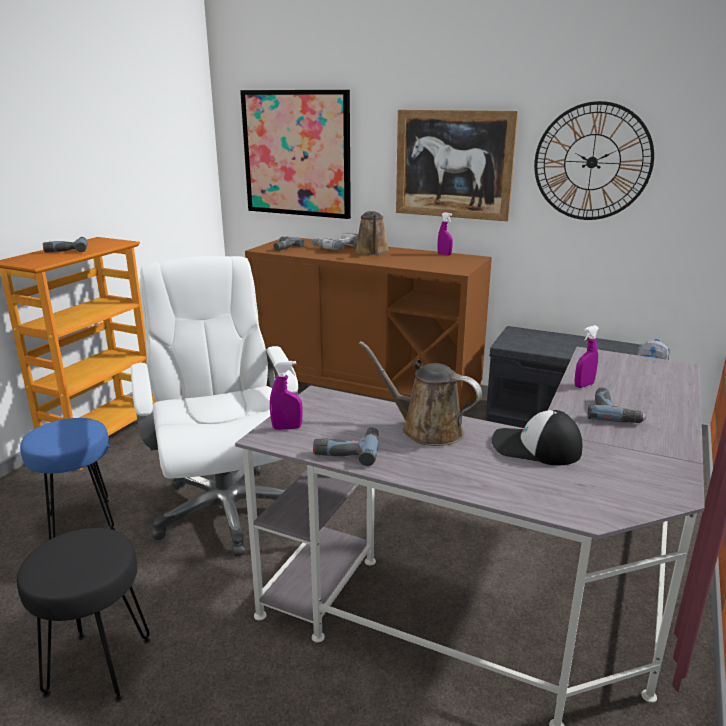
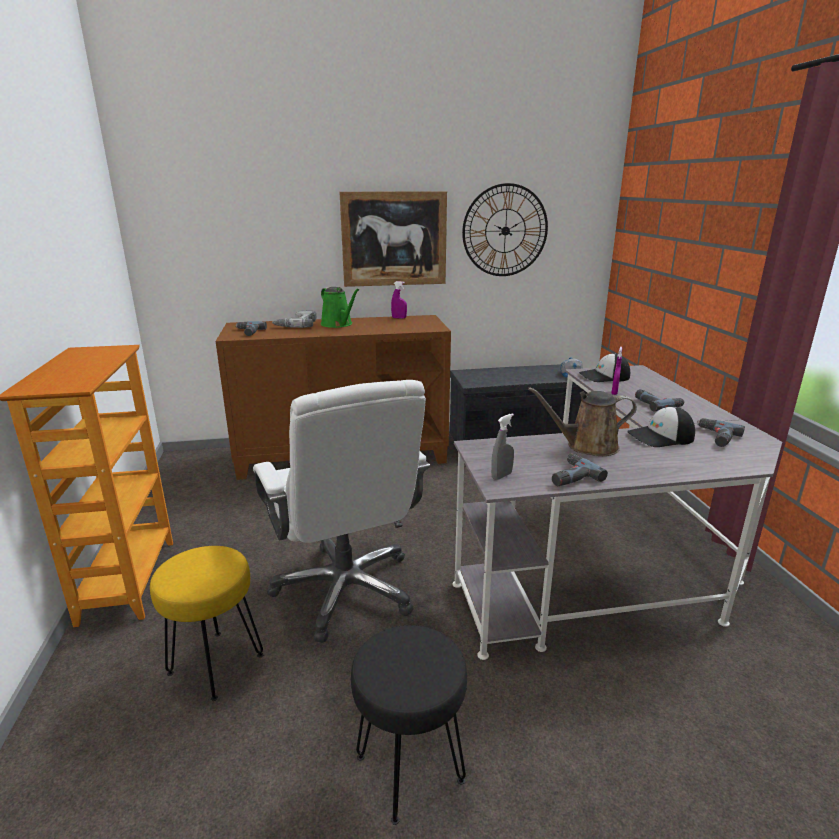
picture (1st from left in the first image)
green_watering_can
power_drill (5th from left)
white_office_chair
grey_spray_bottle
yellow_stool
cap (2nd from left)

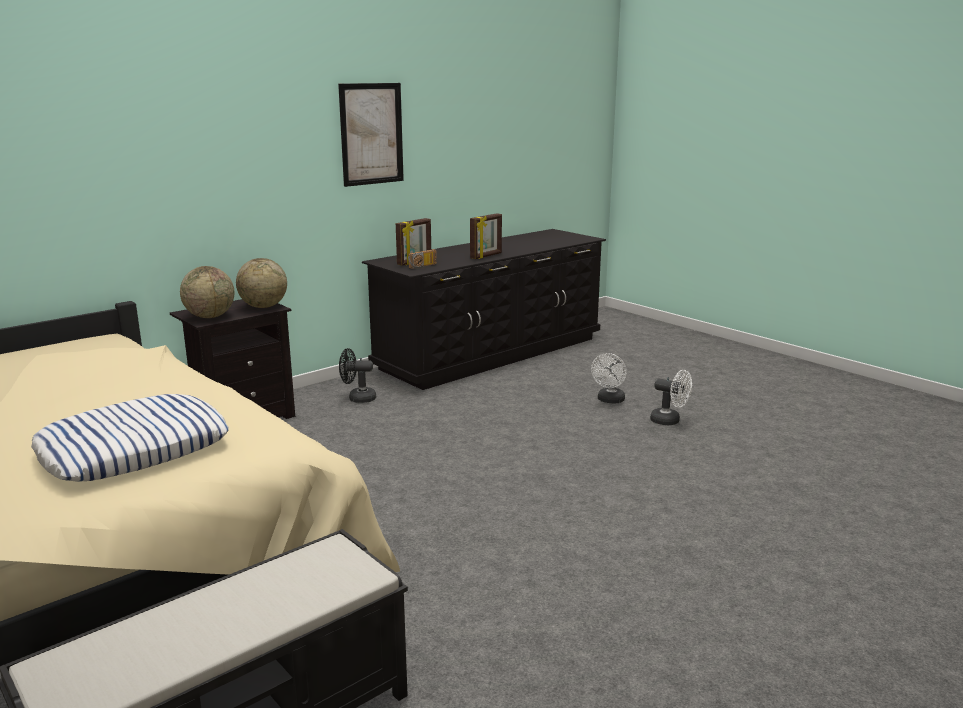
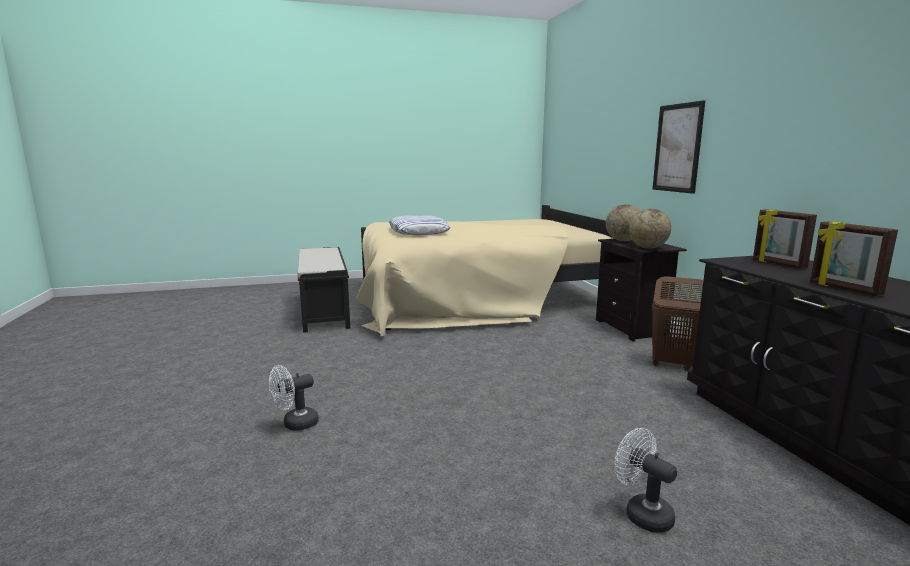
picture
radio
brown_laundry_basket
white_fan (1st from left)

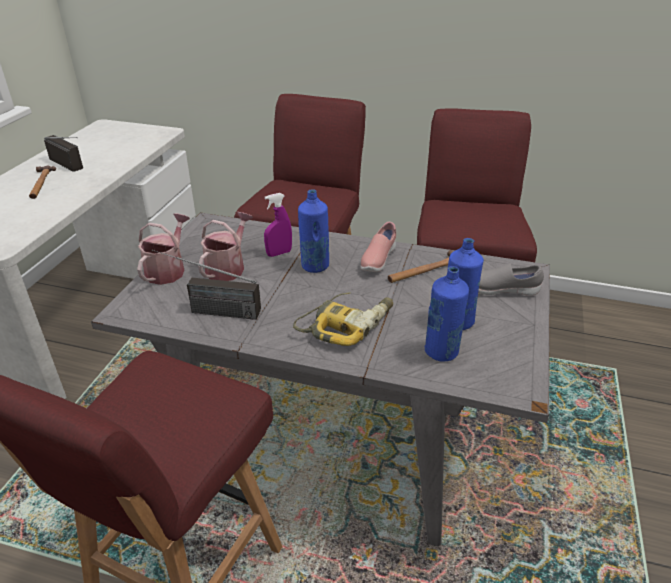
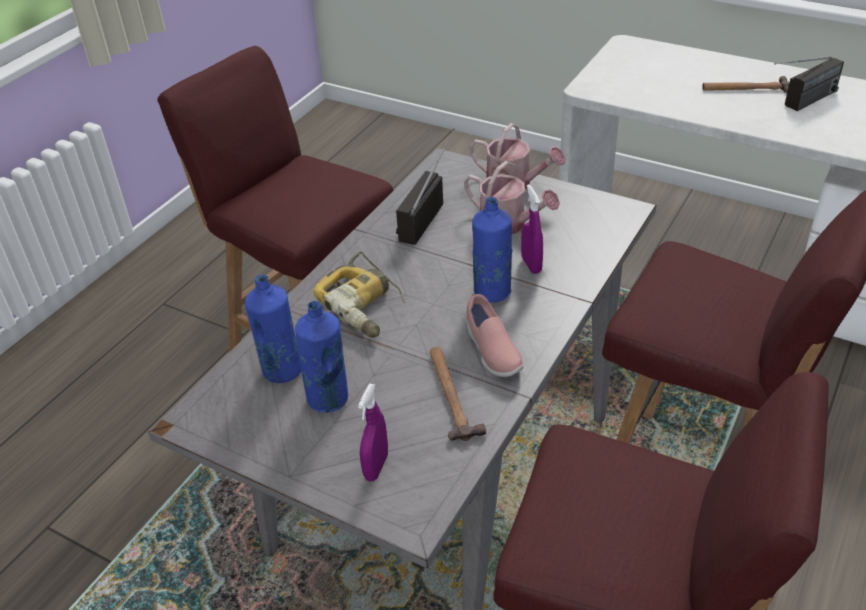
pink_shoe
purple_spray_bottle (1st from left)

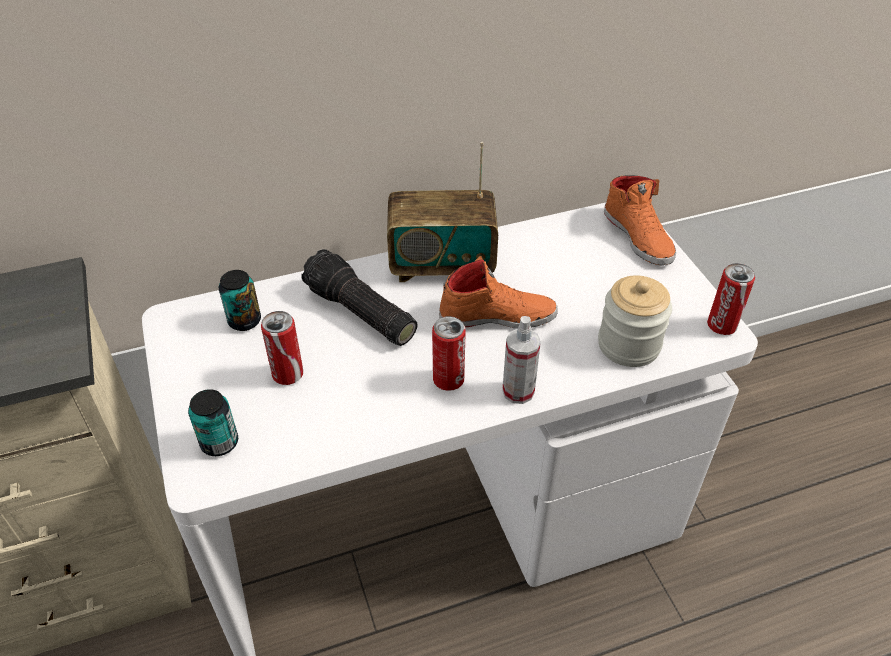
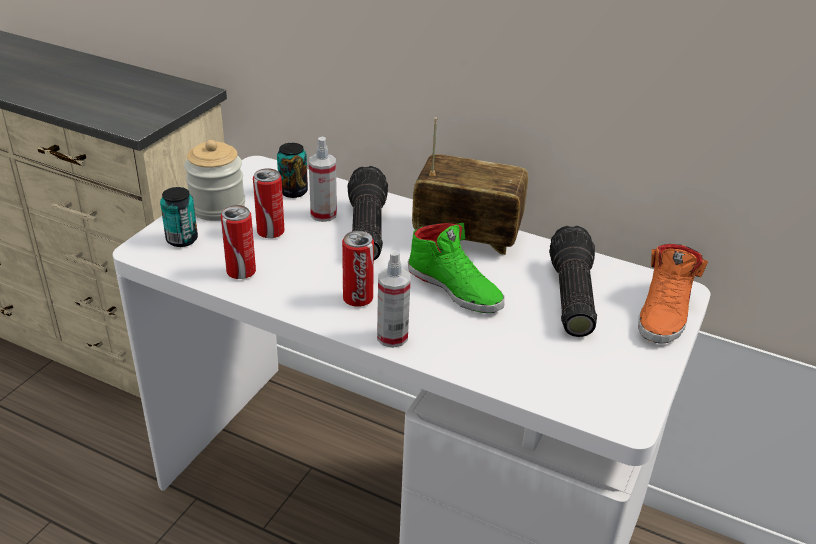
radio
green_shoe
can (2nd from left)
jar
spray_bottle (1st from left)
flashlight (2nd from left)

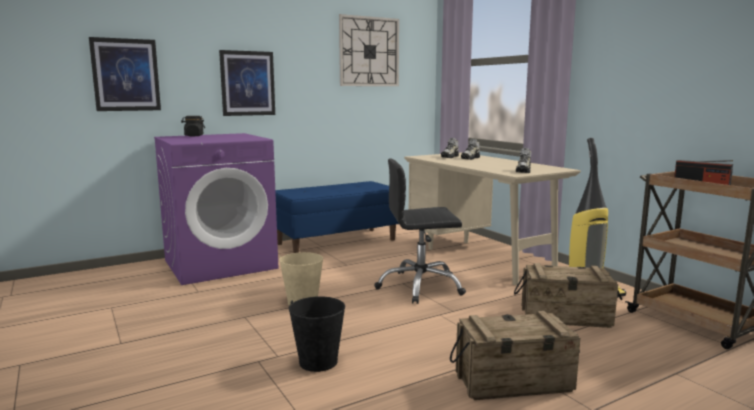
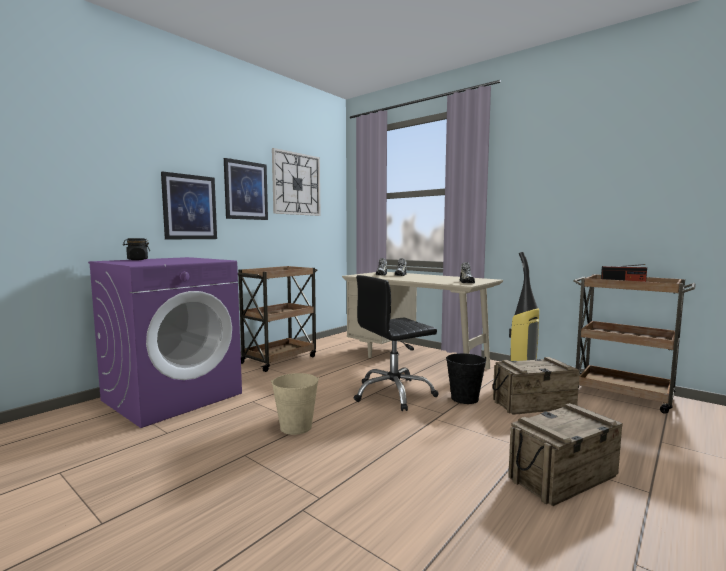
picture (2nd from left)
brown_cart (1st from left)
black_bucket

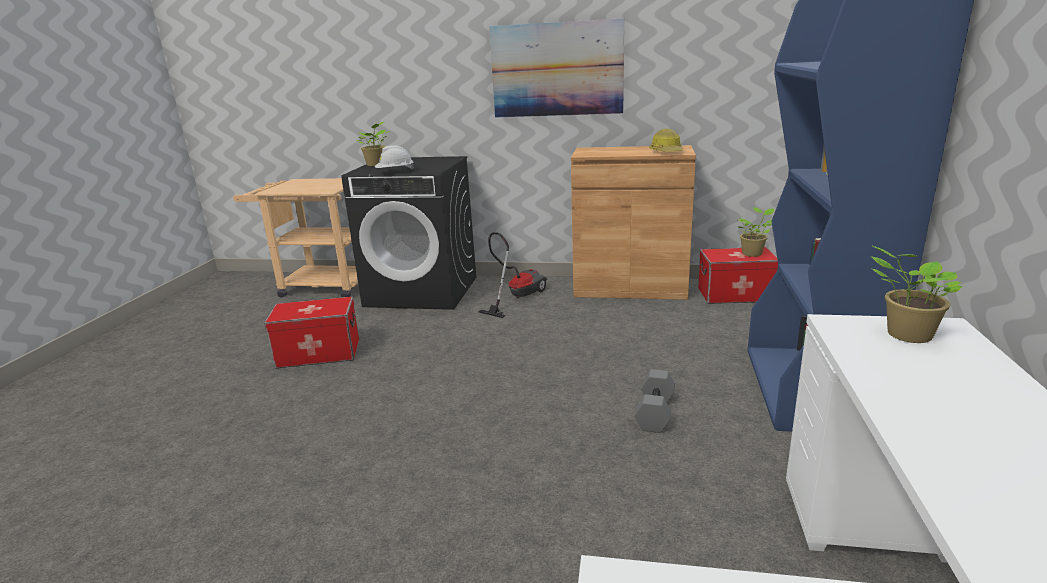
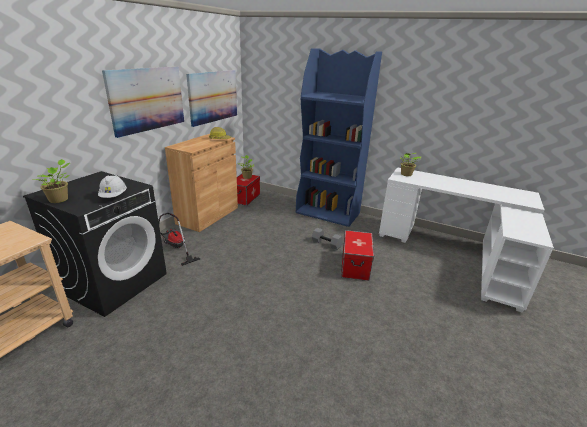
storage_box (2nd from left)
picture (2nd from left)

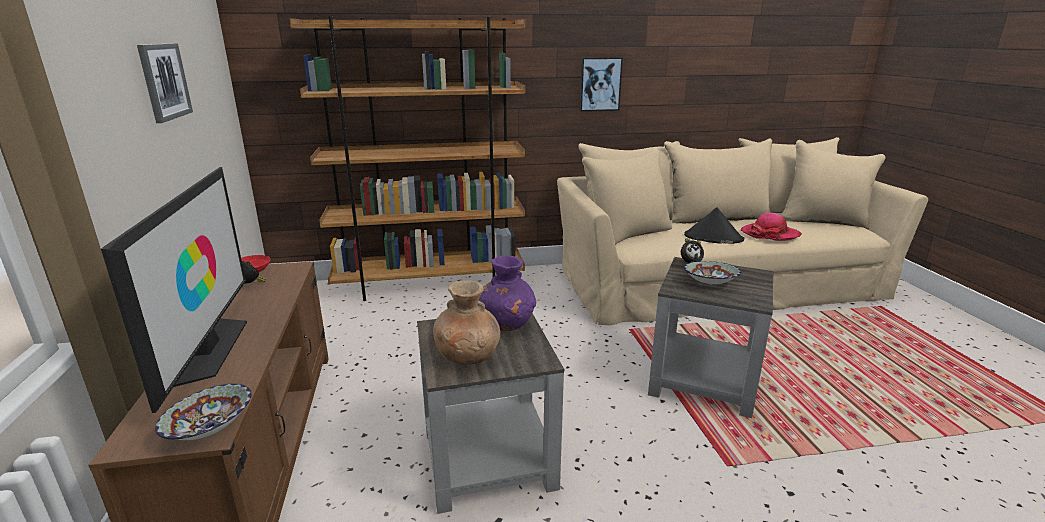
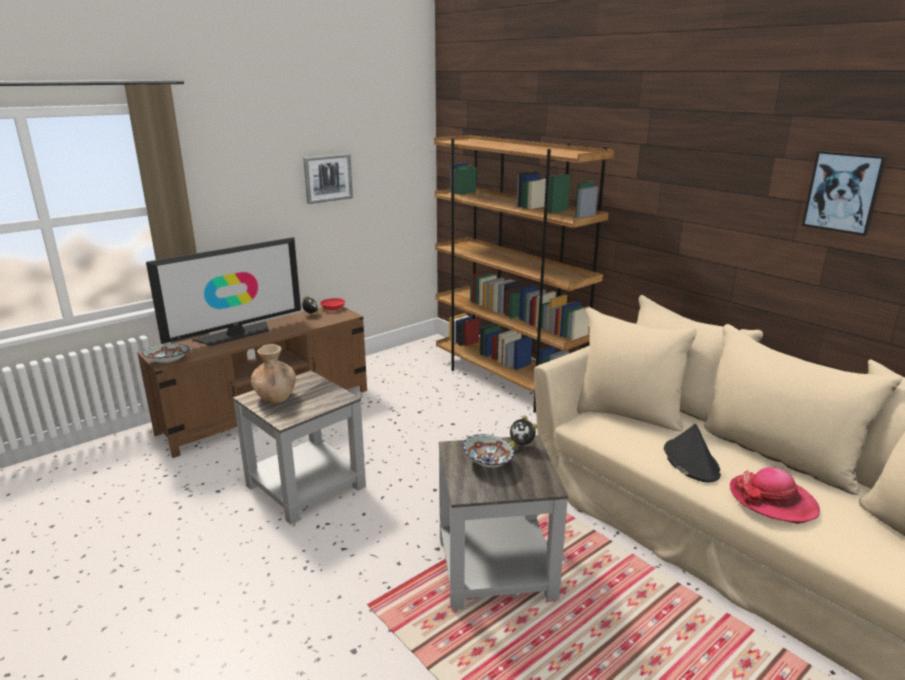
picture (2nd from left)
purple_vase

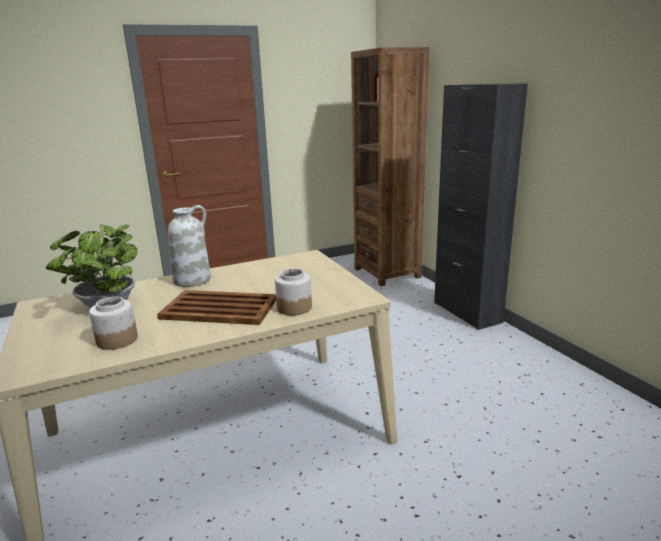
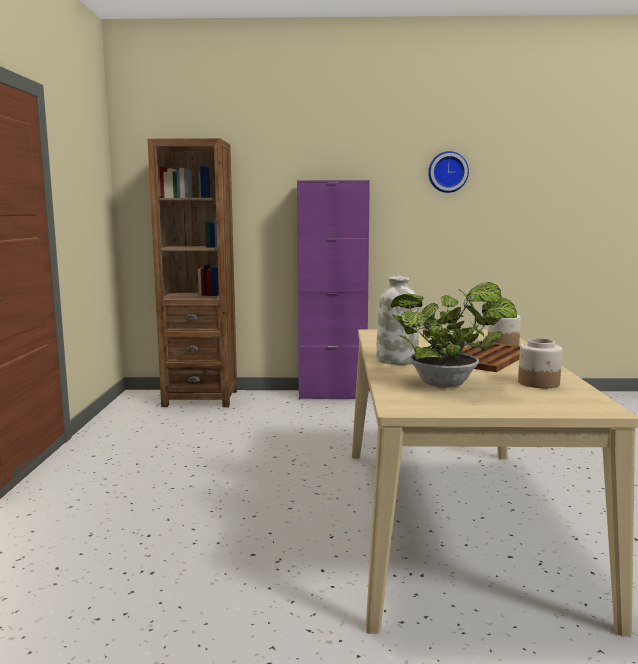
purple_cabinet
wall_clock

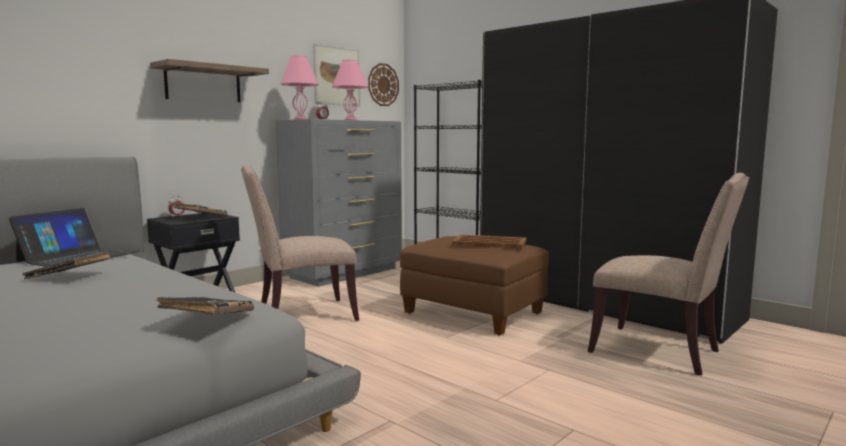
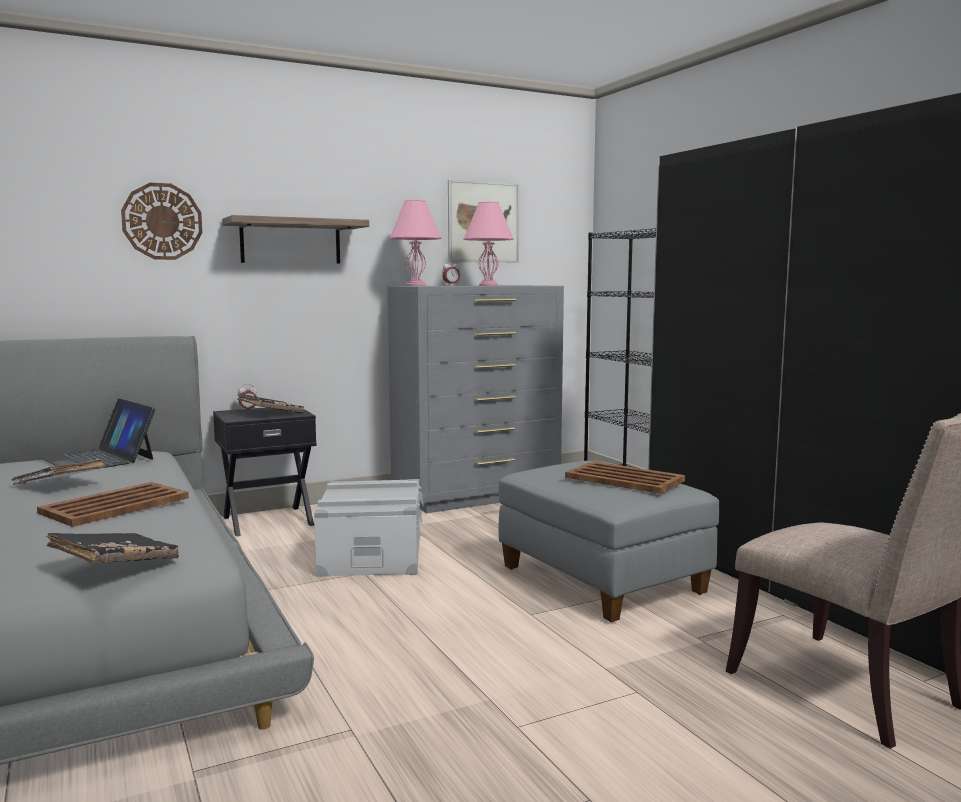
wall_clock
grey_storage_box
laptop
grey_ottoman
white_book
brown_tray (1st from left)

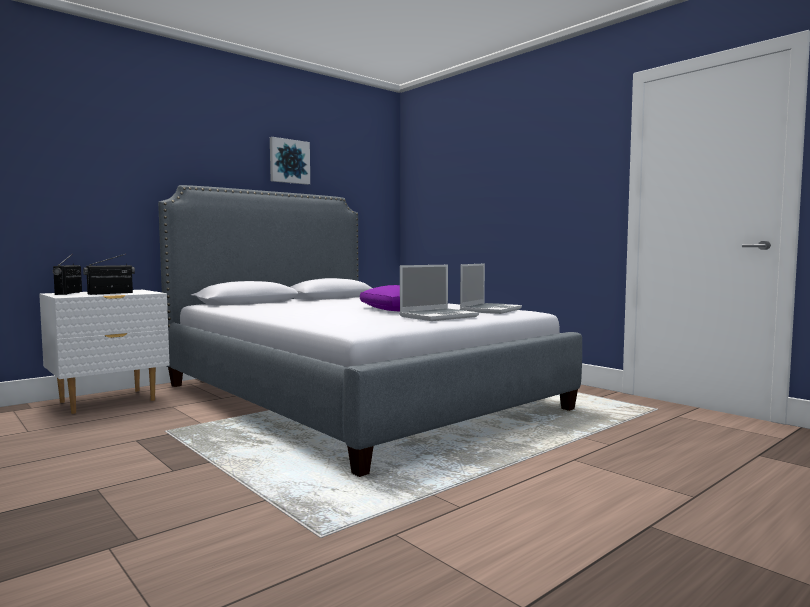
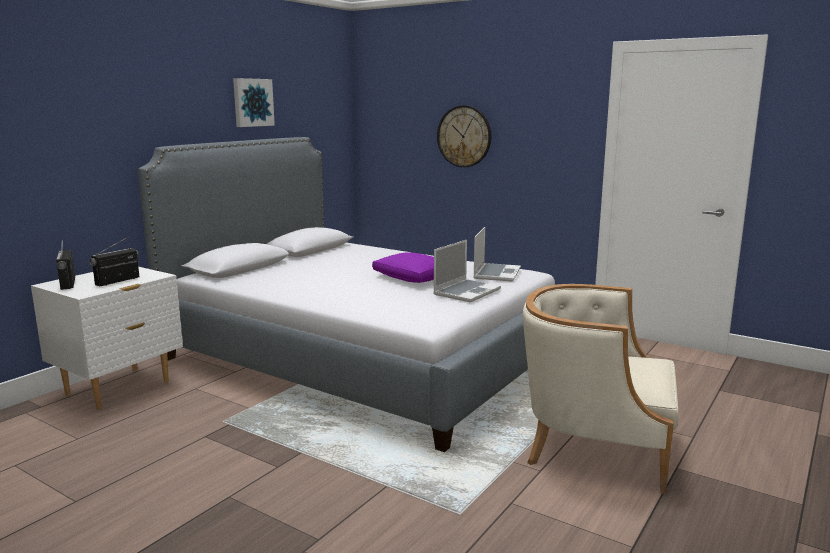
wall_clock
beige_armchair

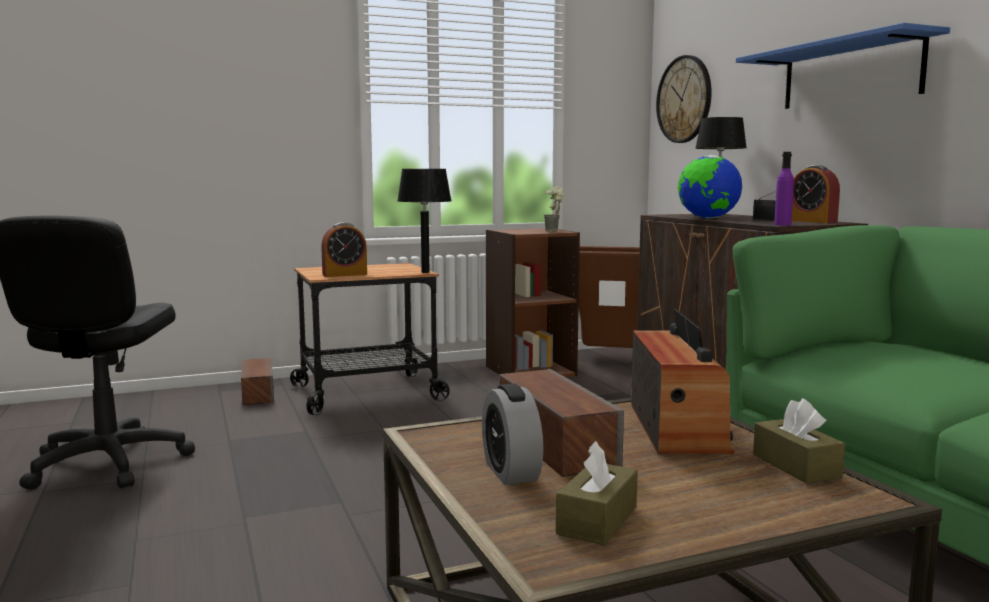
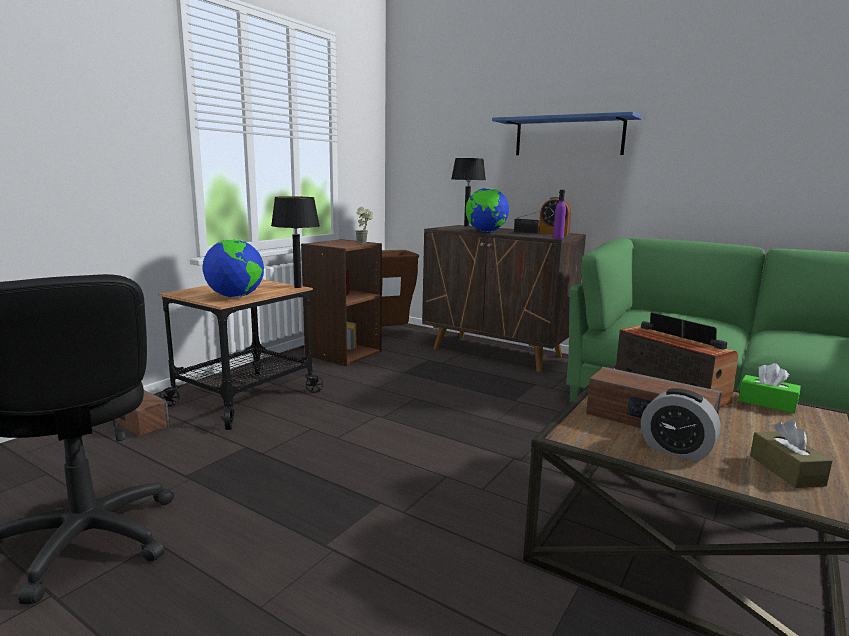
wall_clock
globe (1st from left)
green_tissue_box

